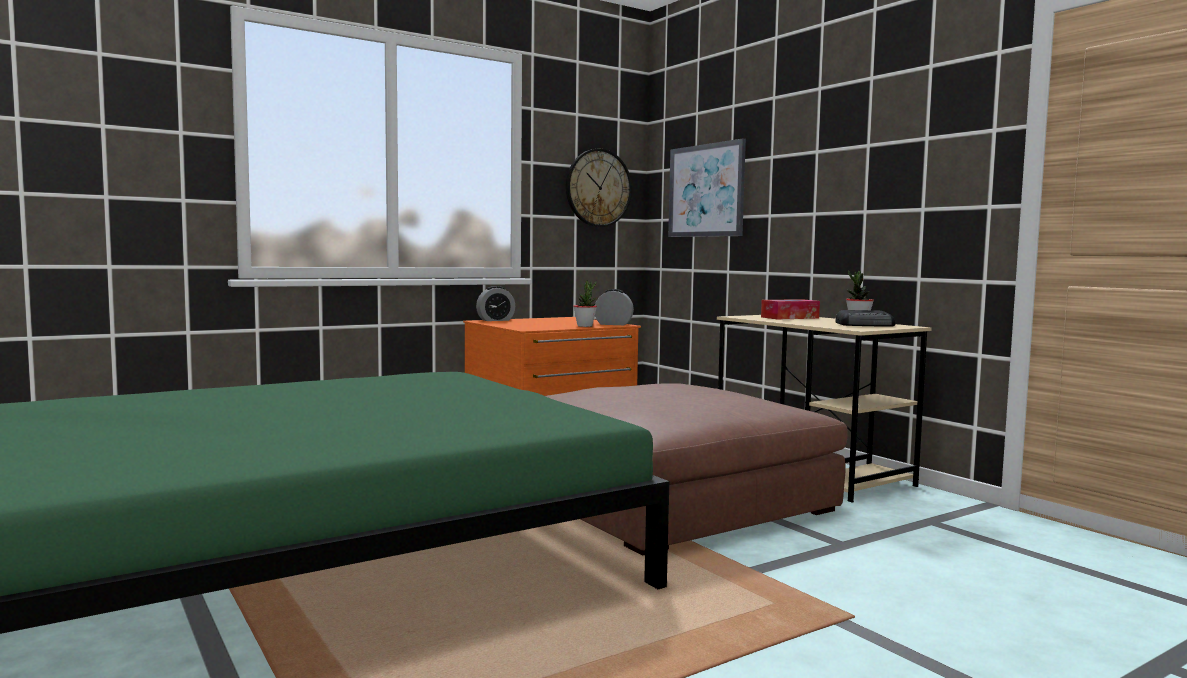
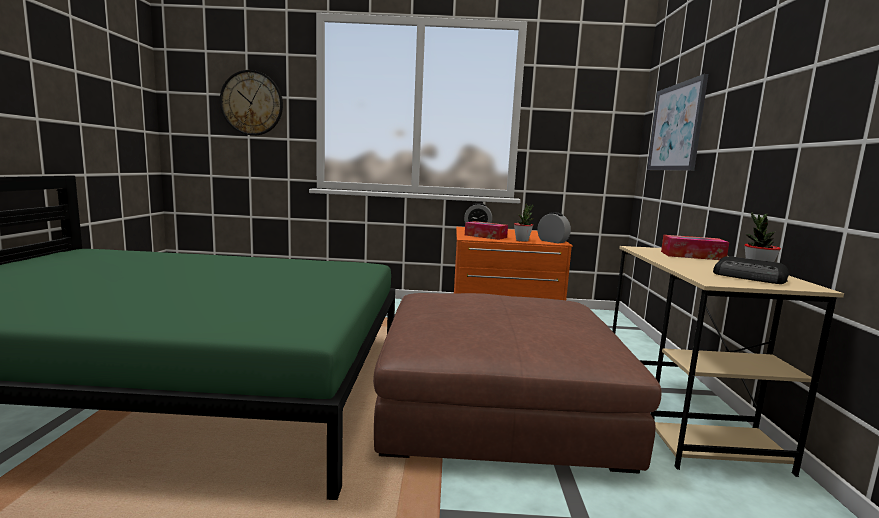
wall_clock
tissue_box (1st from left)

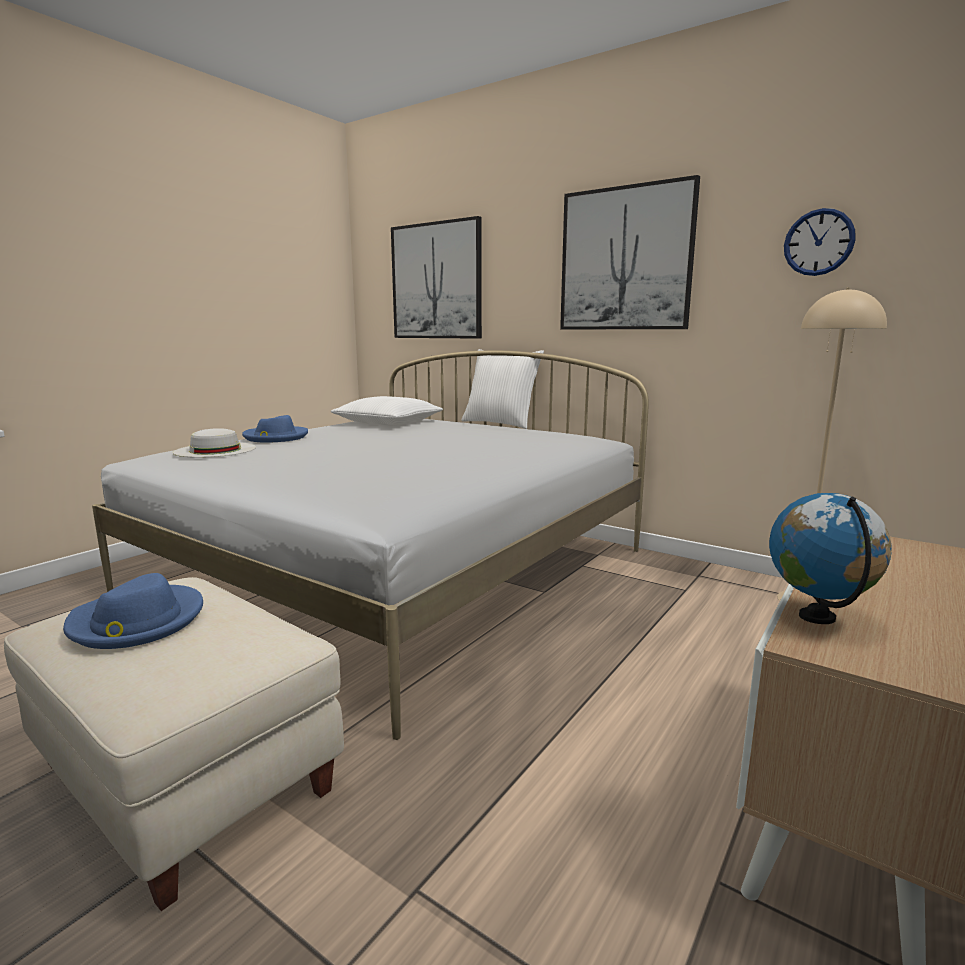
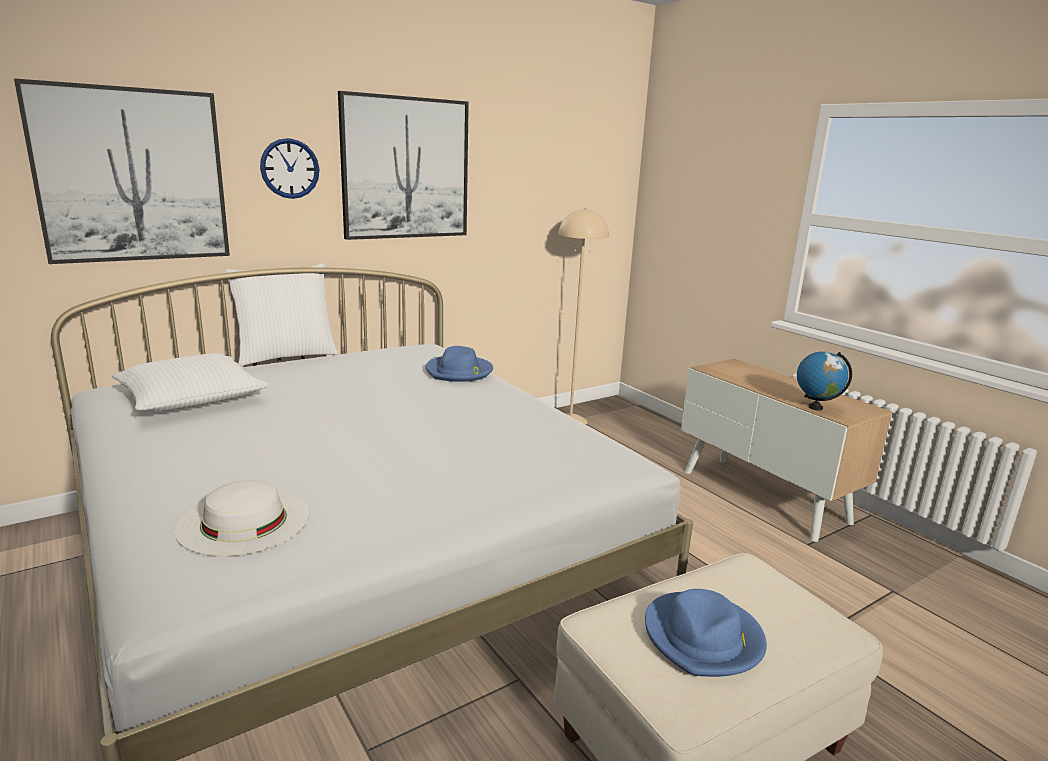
wall_clock
blue_hat (1st from left)

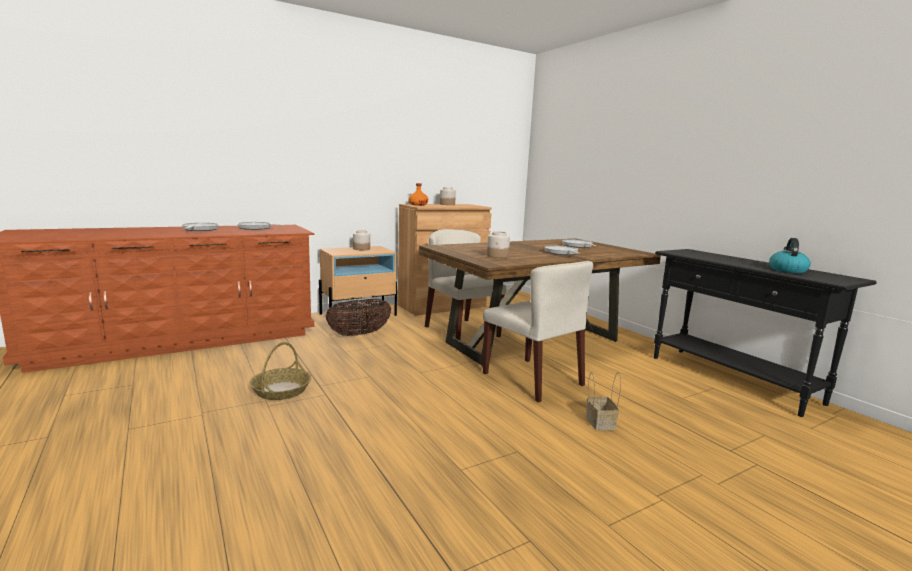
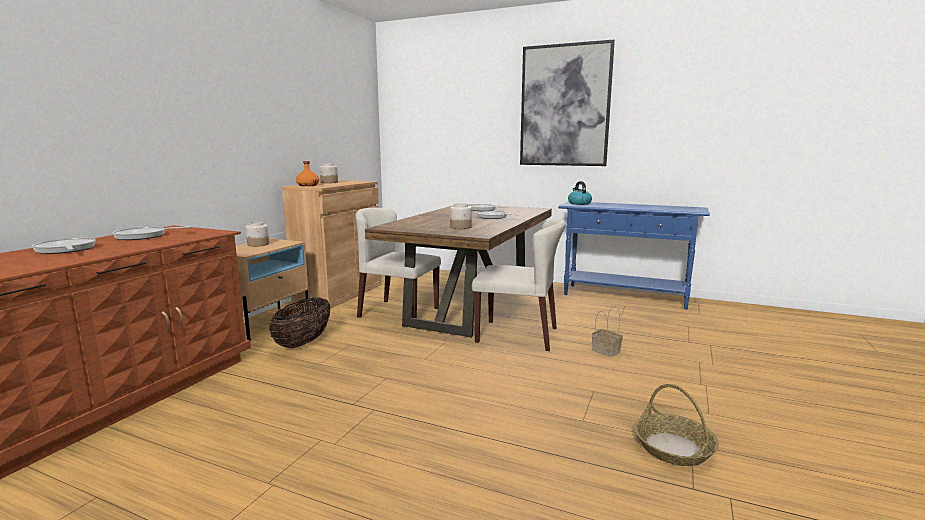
kettle
blue_console_table
basket (3rd from left)
picture

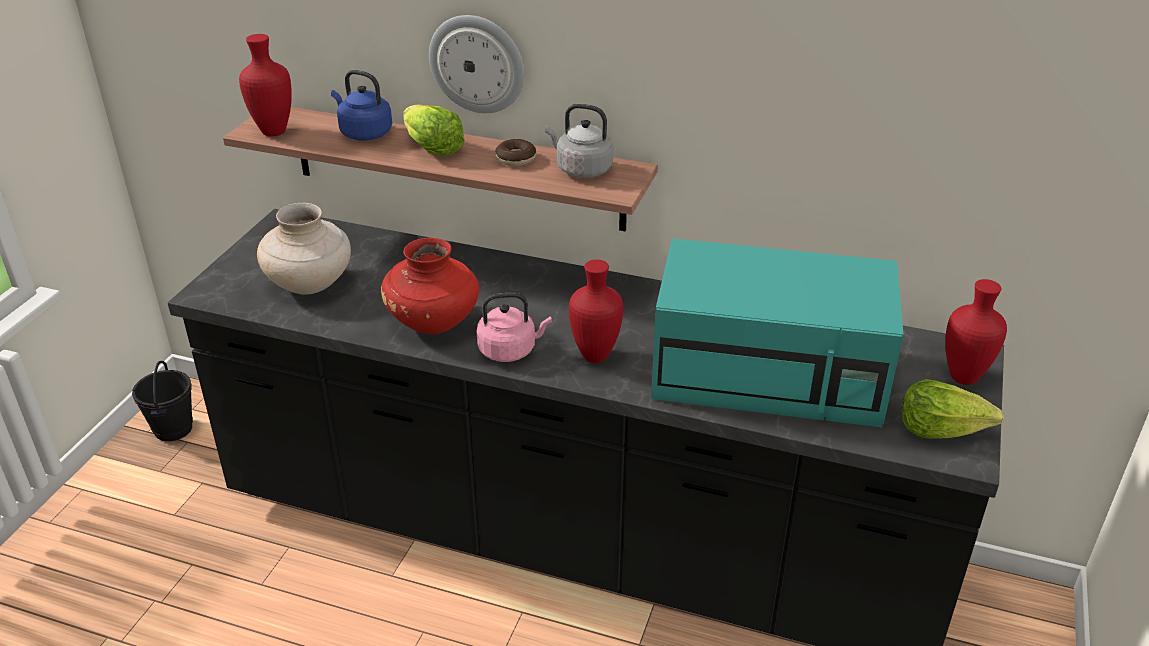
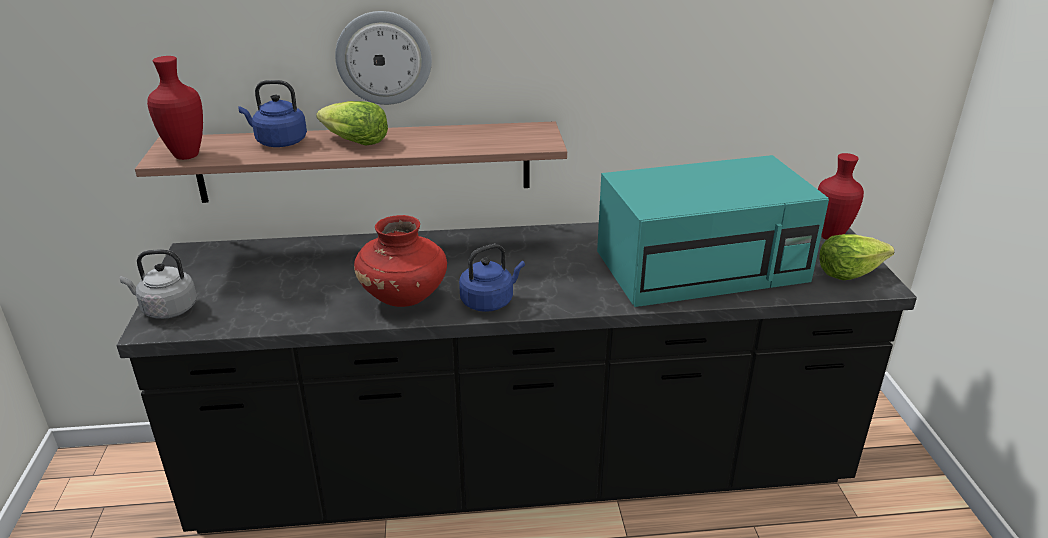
grey_kettle
donut
beige_vase
red_vase (3rd from left in the first image)
blue_kettle (2nd from left)
black_bucket

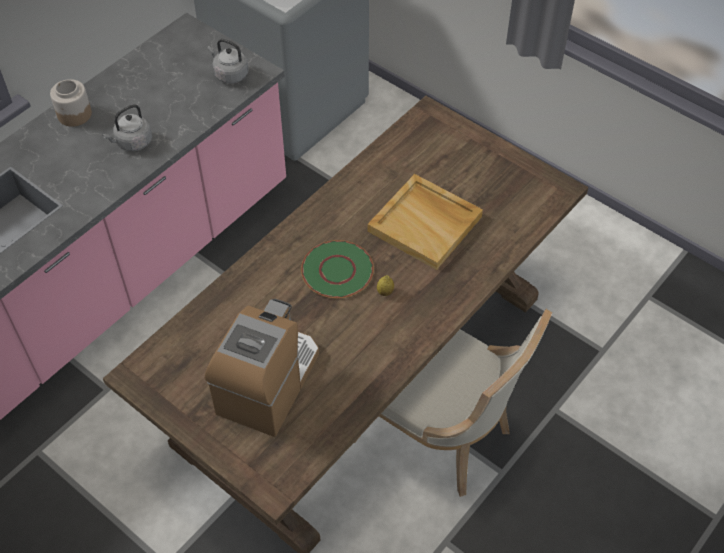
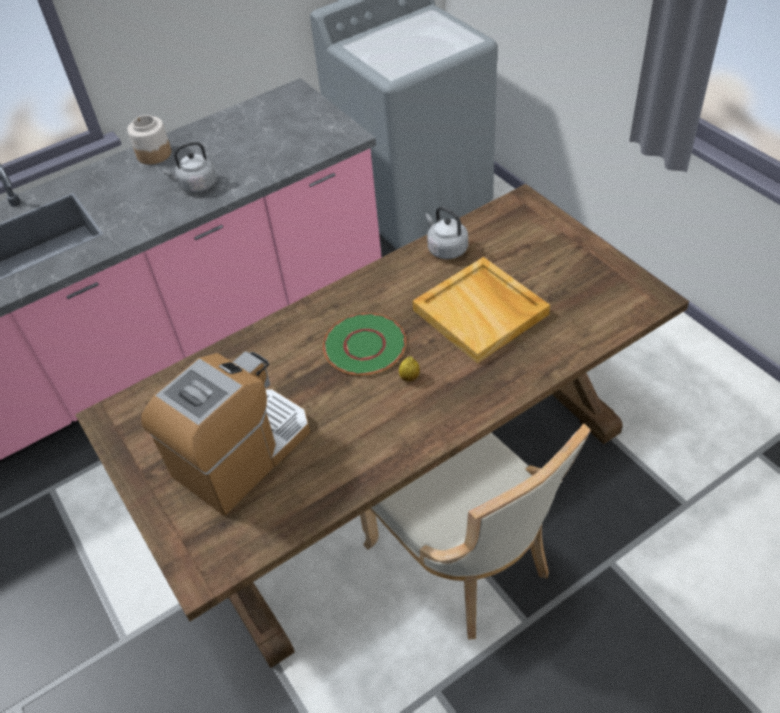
grey_kettle (2nd from left)

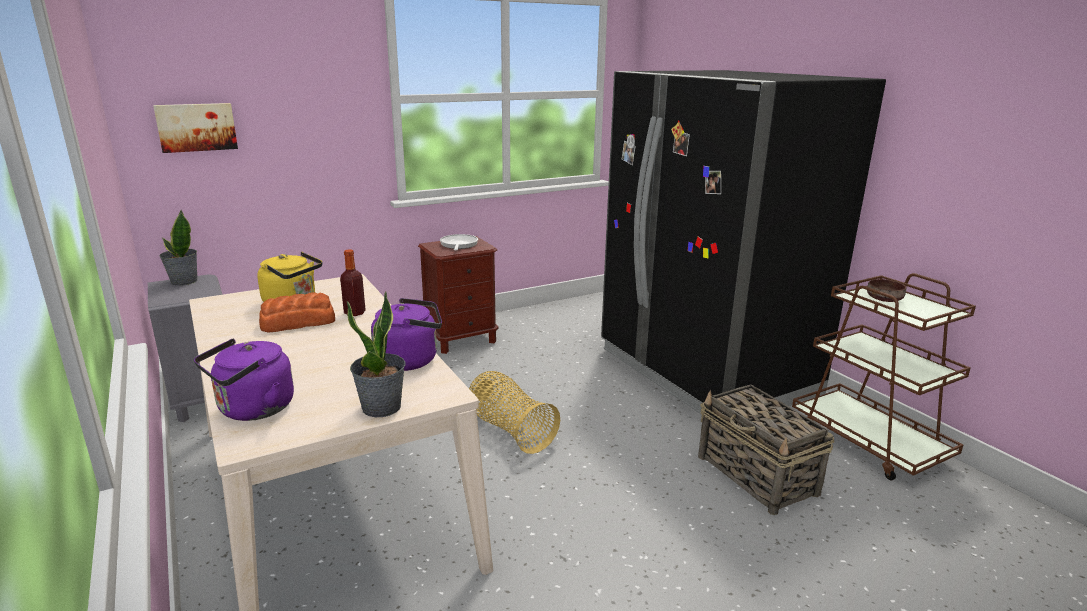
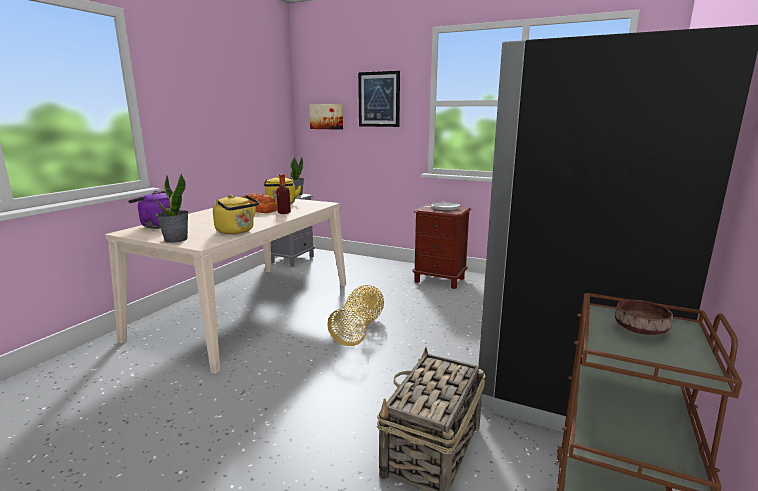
yellow_kettle (1st from left)
picture (2nd from left)

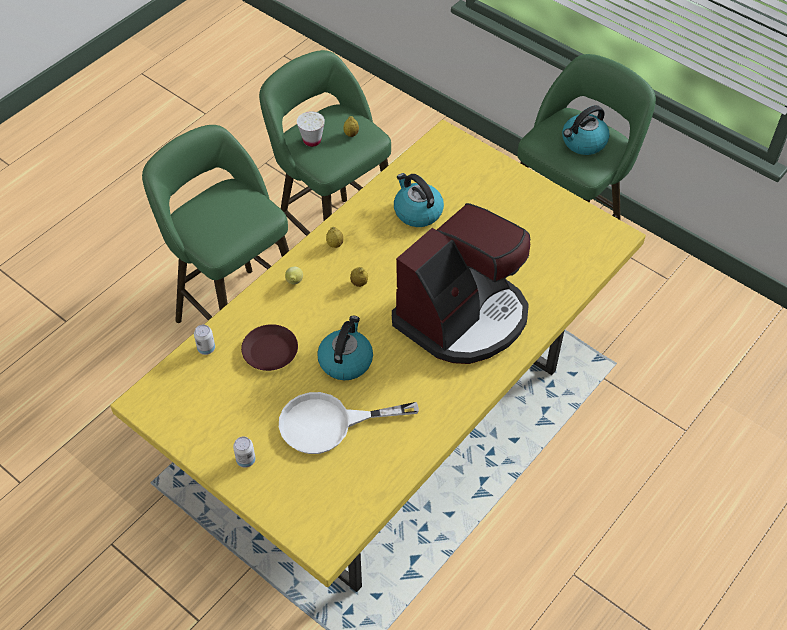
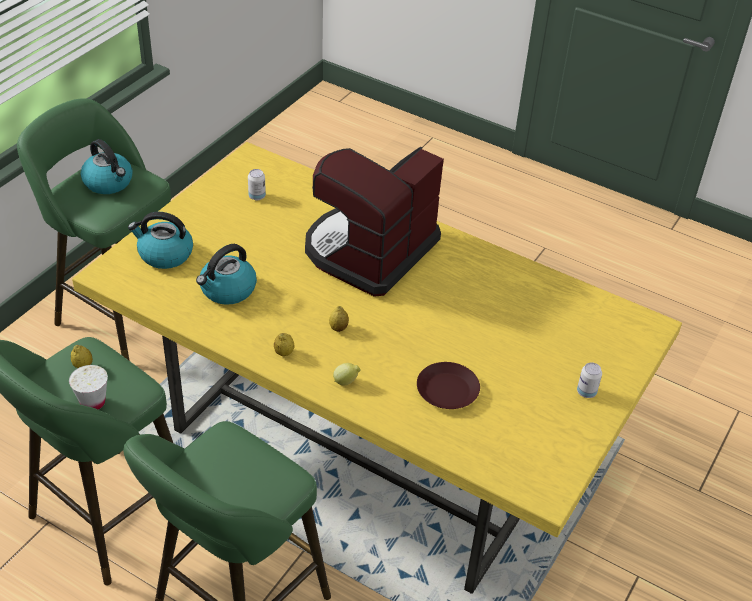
coffee_machine
kettle (2nd from left)
can (1st from left)
white_frying_pan

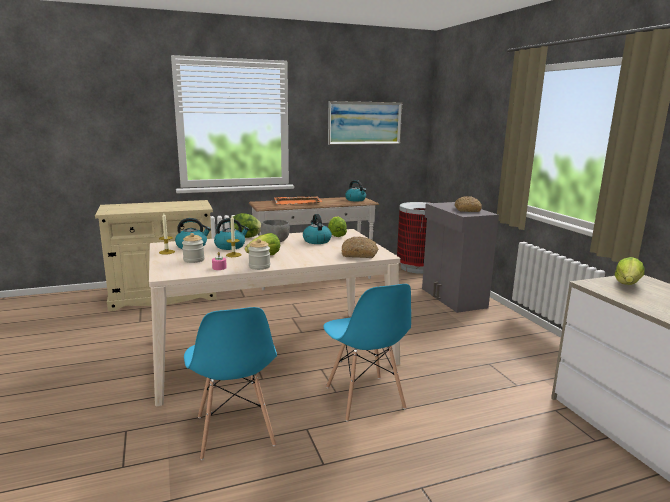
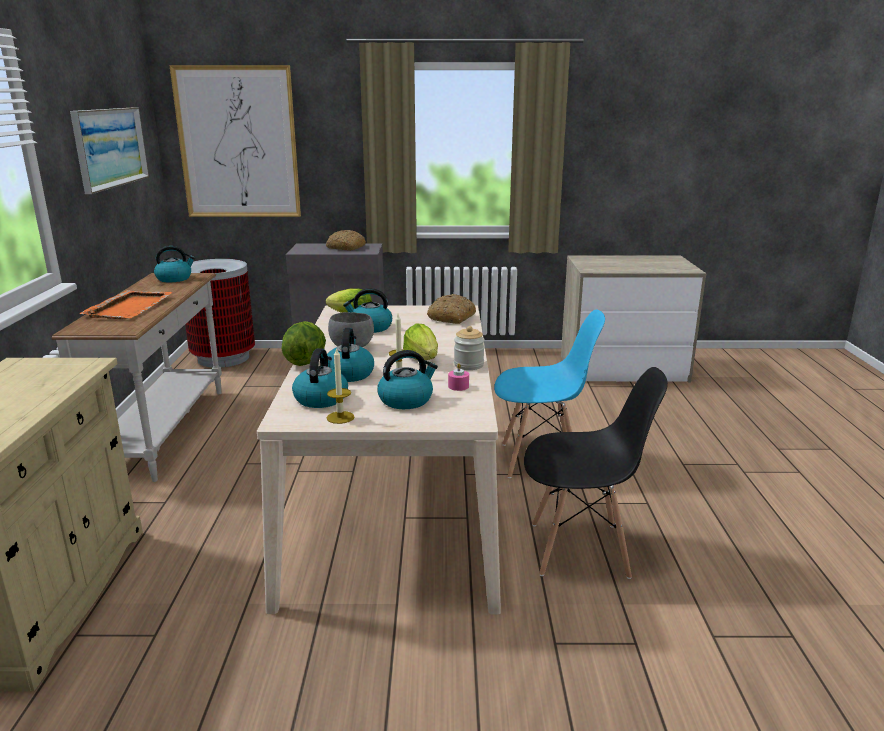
kettle (5th from left)
lettuce (4th from left in the first image)
black_chair
picture (2nd from left)

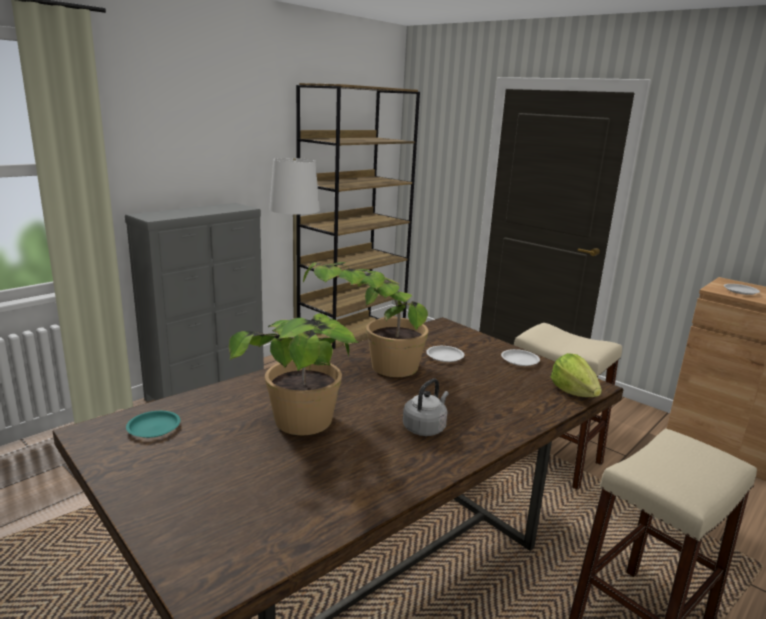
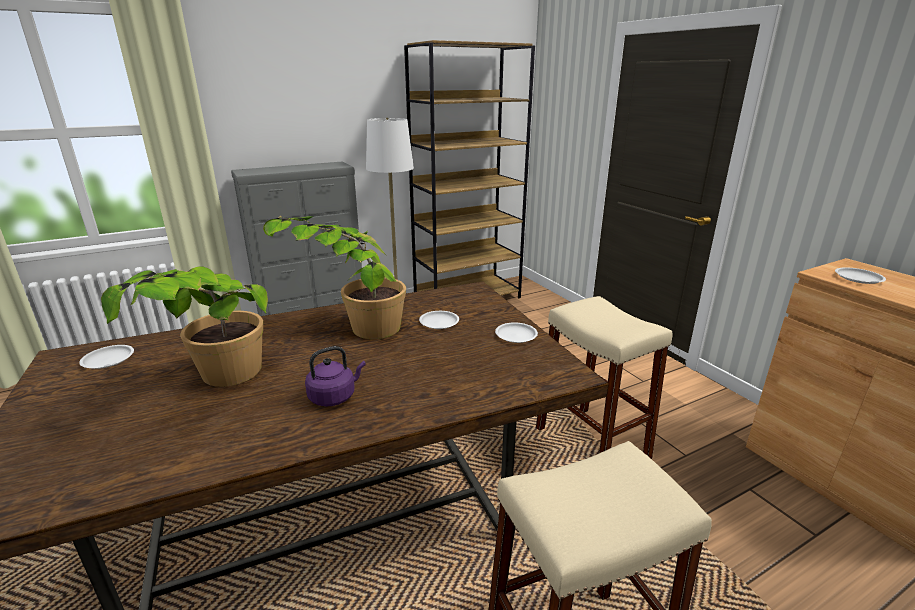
lettuce
purple_kettle
white_plate (1st from left)

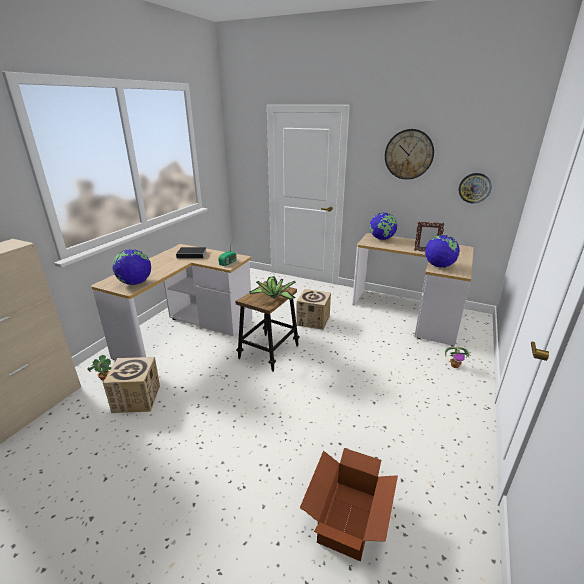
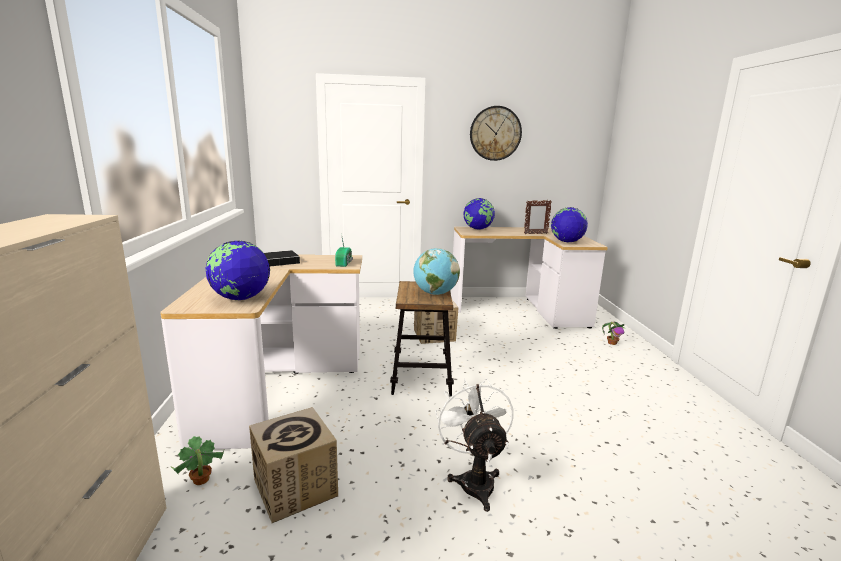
wall_clock (2nd from left in the first image)
globe (2nd from left)
cardboard_box (3rd from left in the first image)
white_fan

